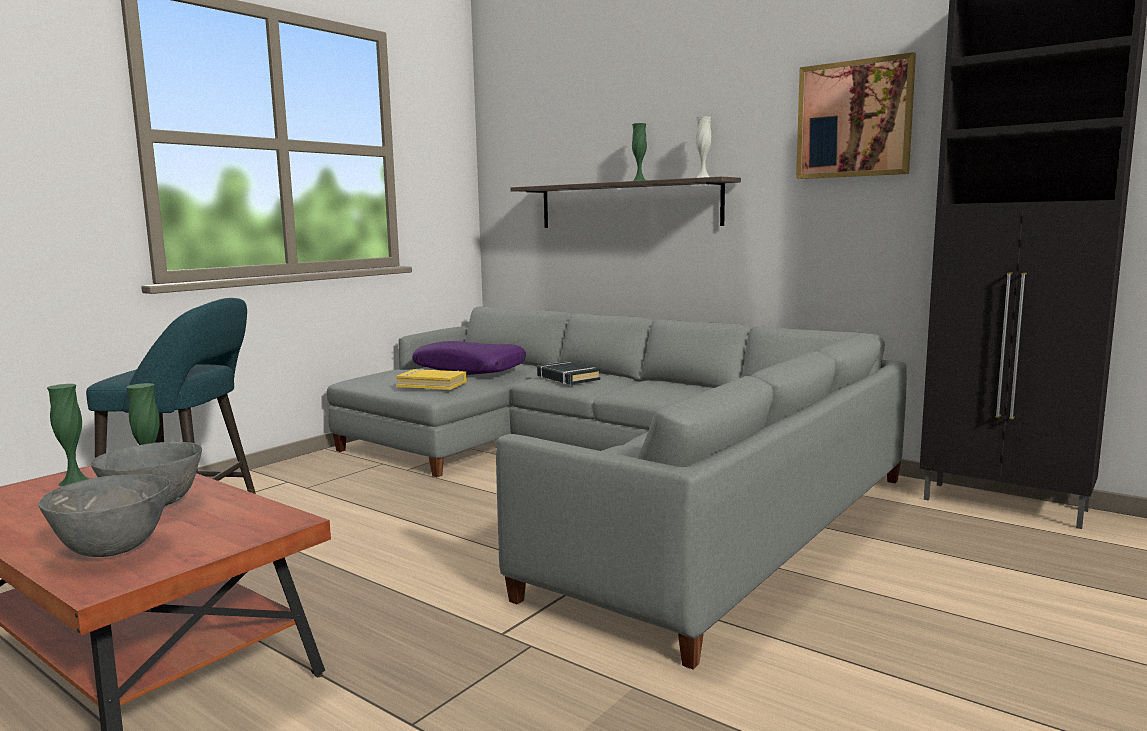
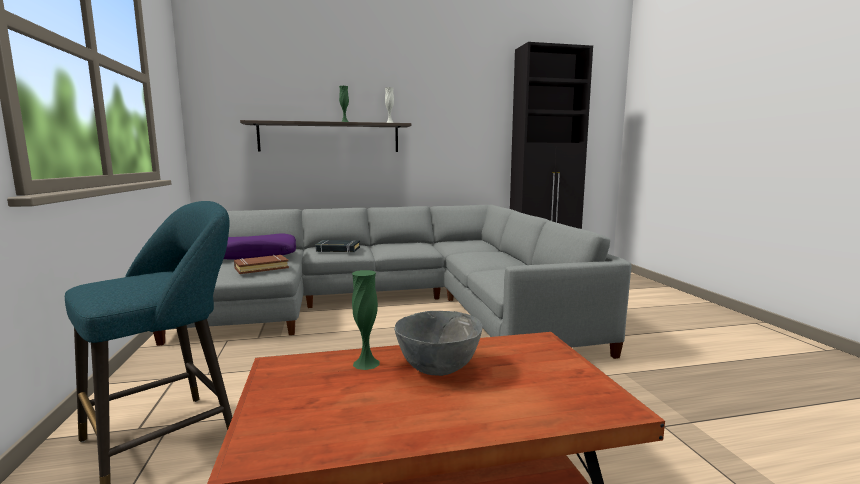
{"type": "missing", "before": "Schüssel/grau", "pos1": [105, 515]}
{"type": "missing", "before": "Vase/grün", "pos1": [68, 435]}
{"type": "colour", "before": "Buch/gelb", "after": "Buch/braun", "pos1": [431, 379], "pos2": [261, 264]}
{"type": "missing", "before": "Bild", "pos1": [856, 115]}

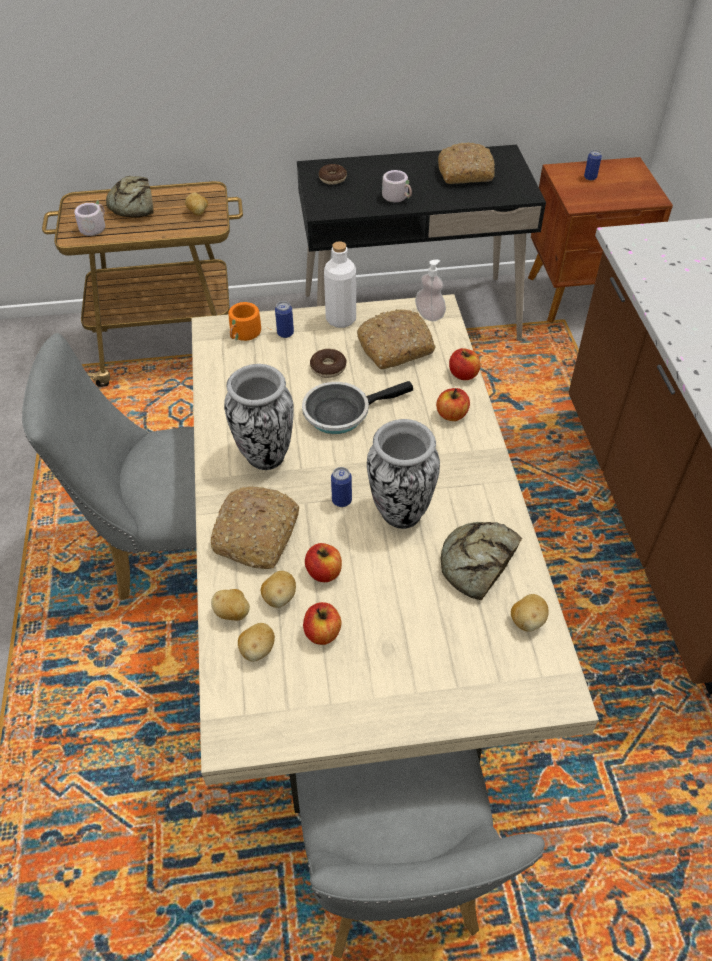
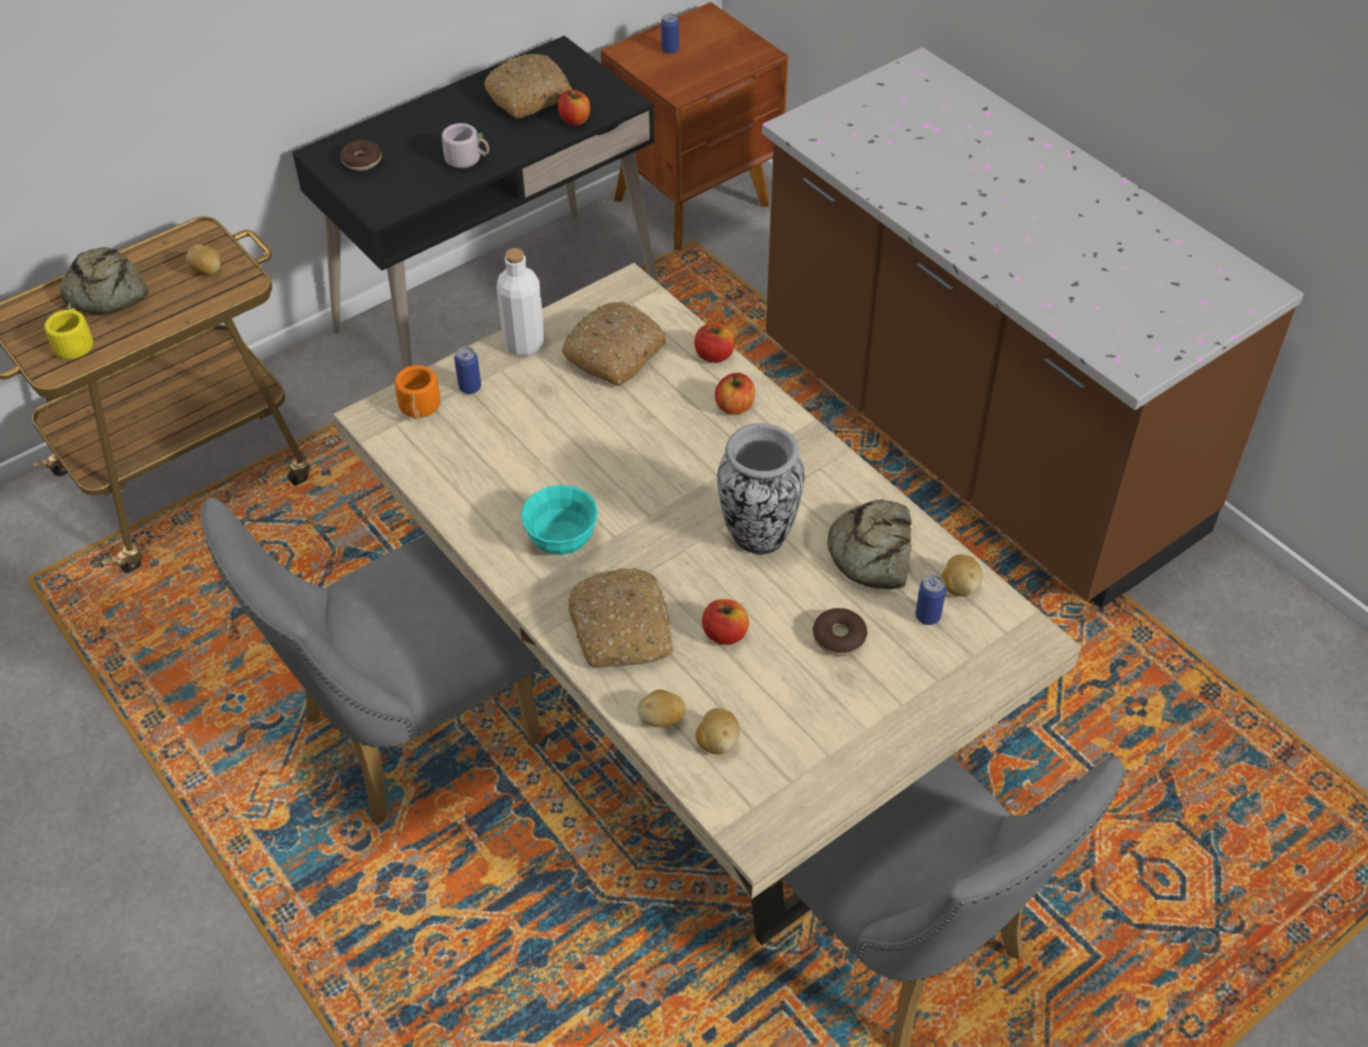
{"type": "colour", "before": "Henkelbecher/grau", "after": "Henkelbecher/gelb", "pos1": [89, 218], "pos2": [68, 333]}
{"type": "exchanged", "before": "Vase", "after": "Schüssel/türkis", "pos1": [259, 417], "pos2": [559, 520]}
{"type": "missing", "before": "Kartoffel", "pos1": [278, 589]}
{"type": "missing", "before": "Pfanne", "pos1": [357, 407]}
{"type": "relocated", "before": "Apfel", "pos1": [322, 623], "pos2": [574, 107]}
{"type": "relocated", "before": "Donut", "pos1": [328, 363], "pos2": [840, 632]}
{"type": "relocated", "before": "Dose", "pos1": [341, 487], "pos2": [930, 600]}
{"type": "missing", "before": "Seifenspender", "pos1": [430, 290]}

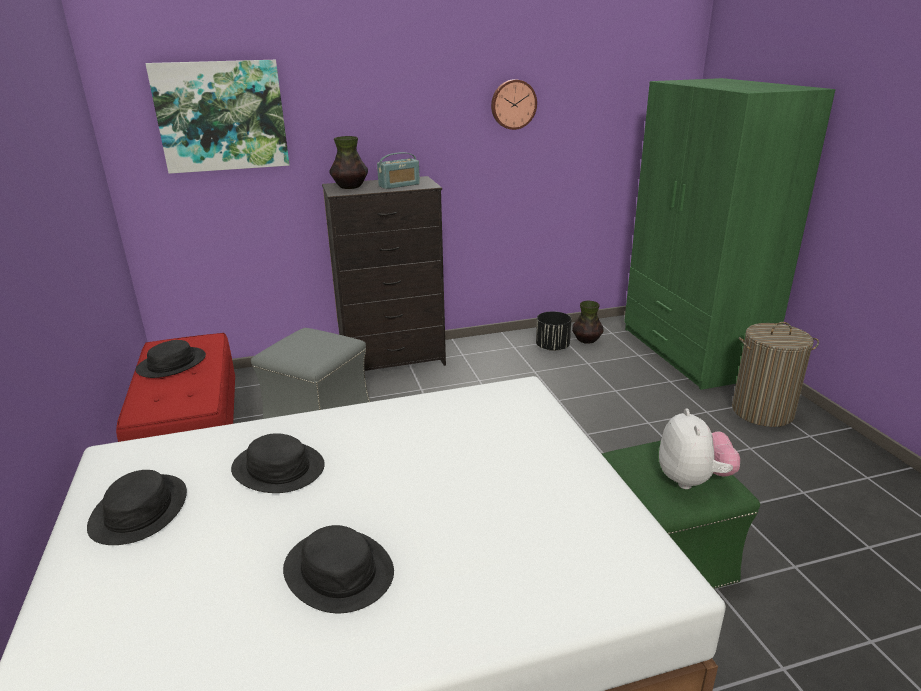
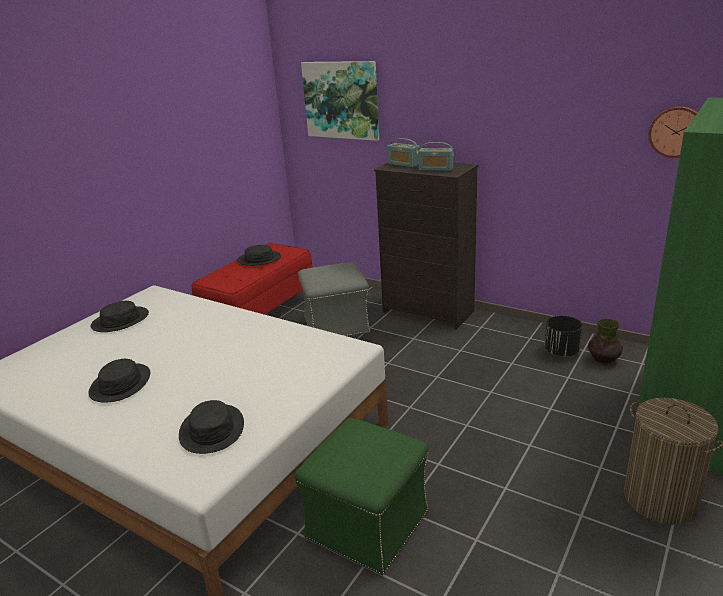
{"type": "relocated", "before": "Hut/schwarz", "pos1": [278, 463], "pos2": [211, 427]}
{"type": "exchanged", "before": "Vase", "after": "Radio", "pos1": [349, 162], "pos2": [403, 152]}
{"type": "relocated", "before": "Wanduhr", "pos1": [514, 104], "pos2": [673, 132]}
{"type": "missing", "before": "Plüschtier", "pos1": [699, 449]}

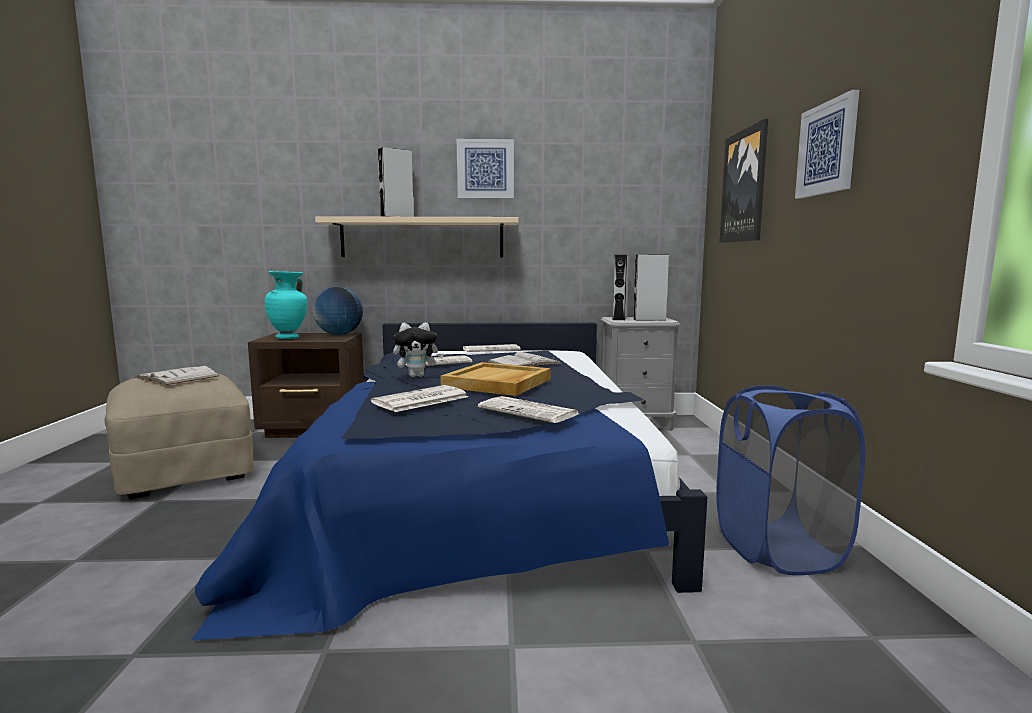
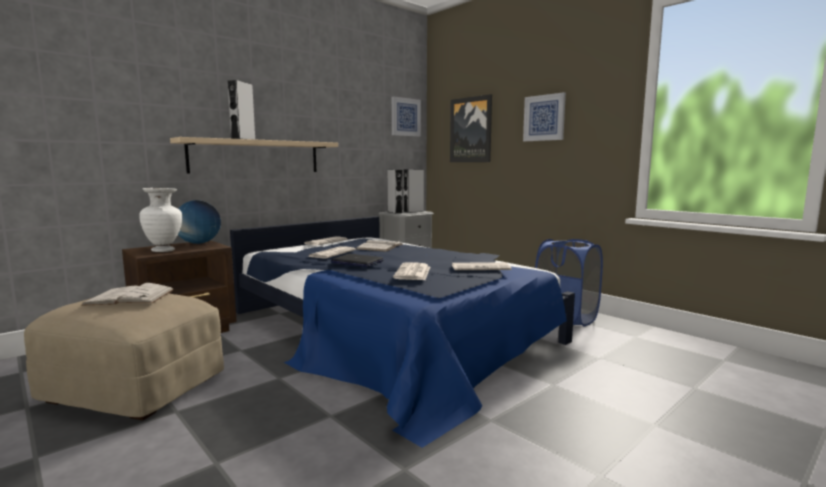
{"type": "colour", "before": "Vase/türkis", "after": "Vase/weiß", "pos1": [286, 305], "pos2": [160, 220]}
{"type": "exchanged", "before": "Plüschtier", "after": "Laptop", "pos1": [418, 349], "pos2": [357, 260]}
{"type": "missing", "before": "Tablett/beige", "pos1": [495, 379]}
{"type": "relocated", "before": "Bild", "pos1": [485, 169], "pos2": [406, 116]}

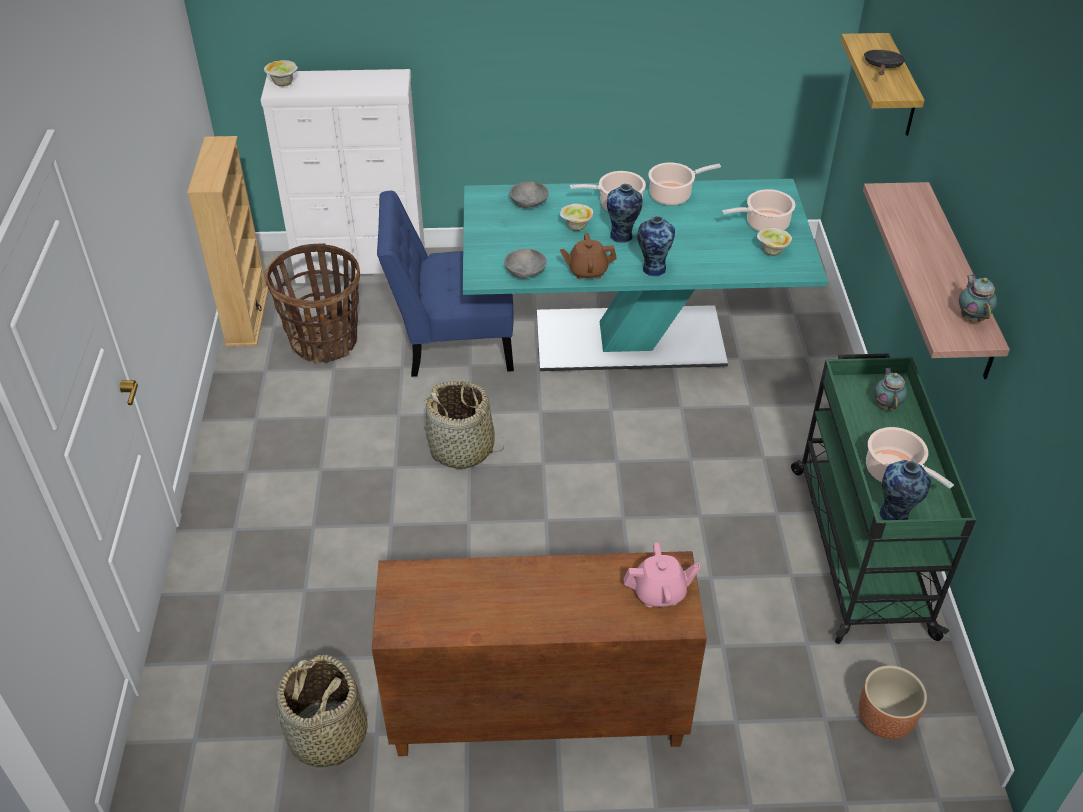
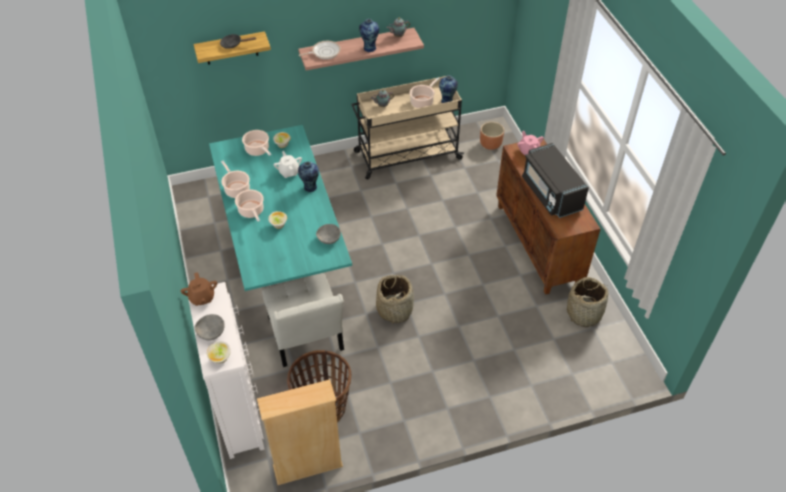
{"type": "colour", "before": "Stuhl/blau", "after": "Stuhl/weiß", "pos1": [445, 284], "pos2": [303, 320]}
{"type": "relocated", "before": "Schüssel/grau", "pos1": [529, 195], "pos2": [209, 327]}
{"type": "relocated", "before": "Teekanne/braun", "pos1": [588, 256], "pos2": [199, 289]}
{"type": "relocated", "before": "Vase", "pos1": [624, 213], "pos2": [369, 35]}
{"type": "colour", "before": "Rollwagen/grün", "after": "Rollwagen/beige", "pos1": [883, 499], "pos2": [407, 128]}
{"type": "appeared", "after": "Teekanne/weiß", "pos2": [288, 164]}
{"type": "appeared", "after": "Pfanne", "pos2": [320, 50]}
{"type": "appeared", "after": "Mikrowelle/schwarz", "pos2": [555, 180]}

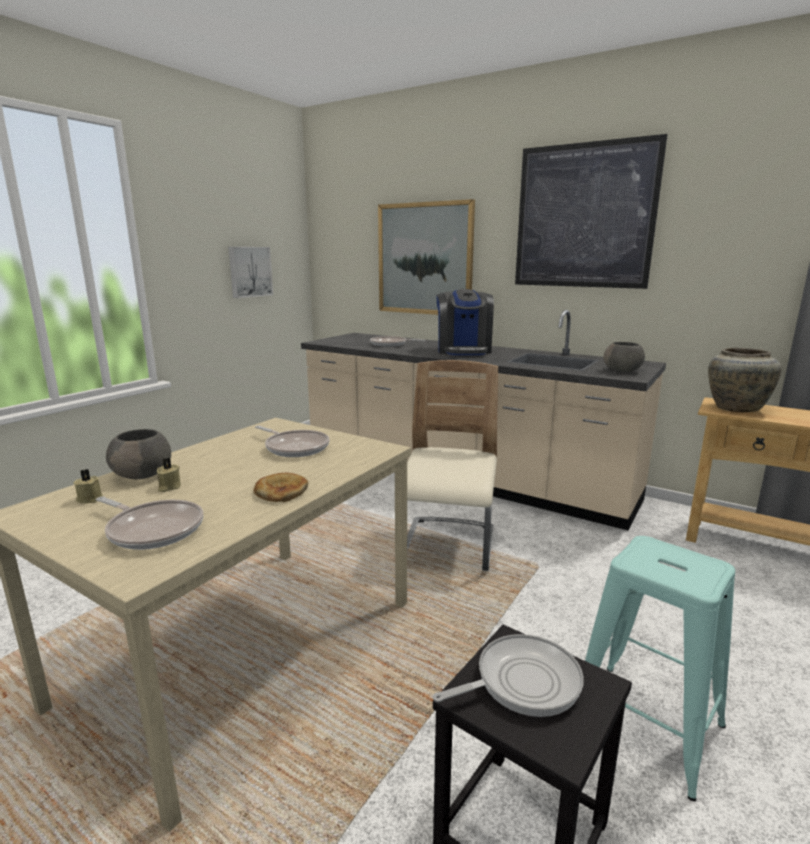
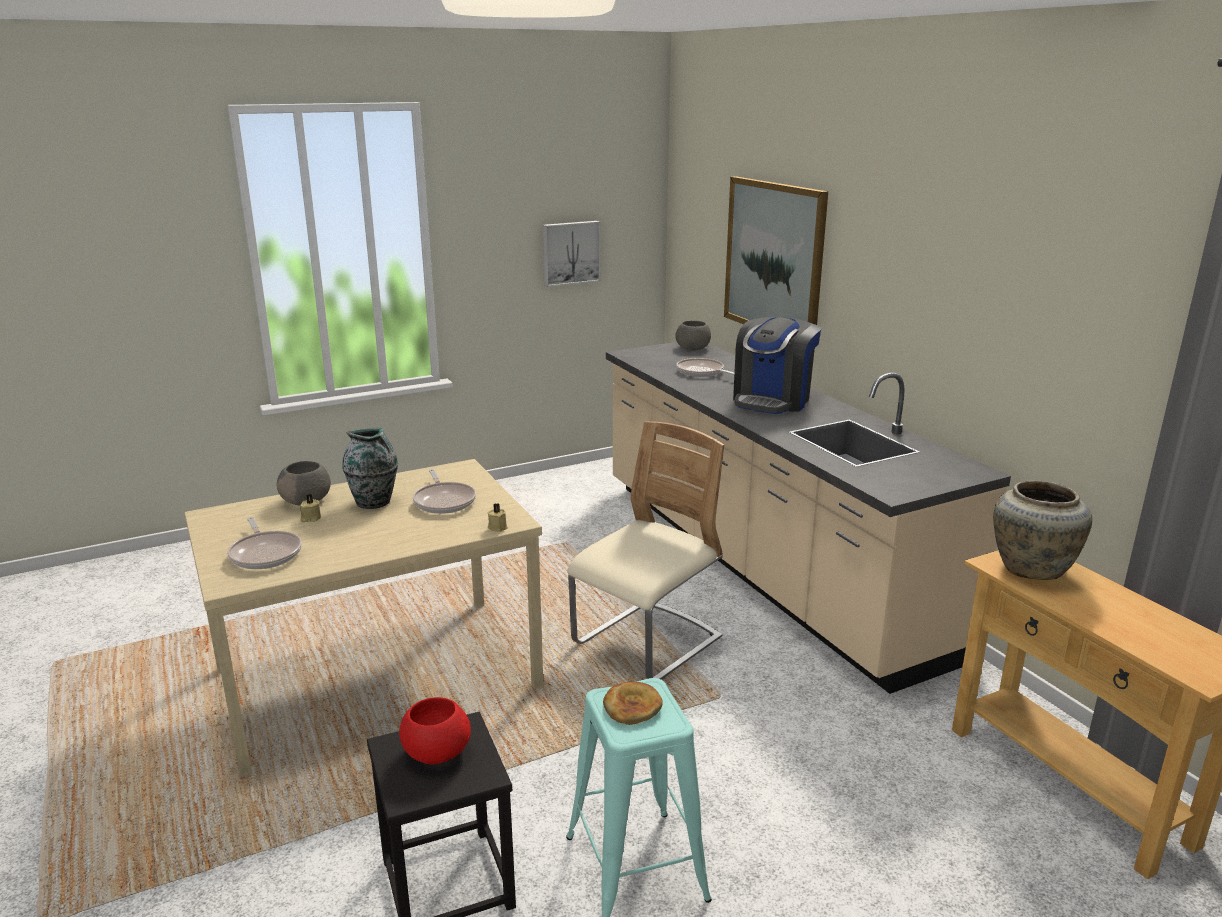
{"type": "relocated", "before": "Kerze/beige", "pos1": [88, 486], "pos2": [497, 517]}
{"type": "relocated", "before": "Brot", "pos1": [281, 487], "pos2": [633, 703]}
{"type": "exchanged", "before": "Pfanne", "after": "Schüssel/rot", "pos1": [508, 675], "pos2": [435, 730]}
{"type": "missing", "before": "Bild", "pos1": [591, 211]}
{"type": "relocated", "before": "Schüssel/grau", "pos1": [624, 357], "pos2": [693, 335]}
{"type": "appeared", "after": "Vase", "pos2": [370, 468]}

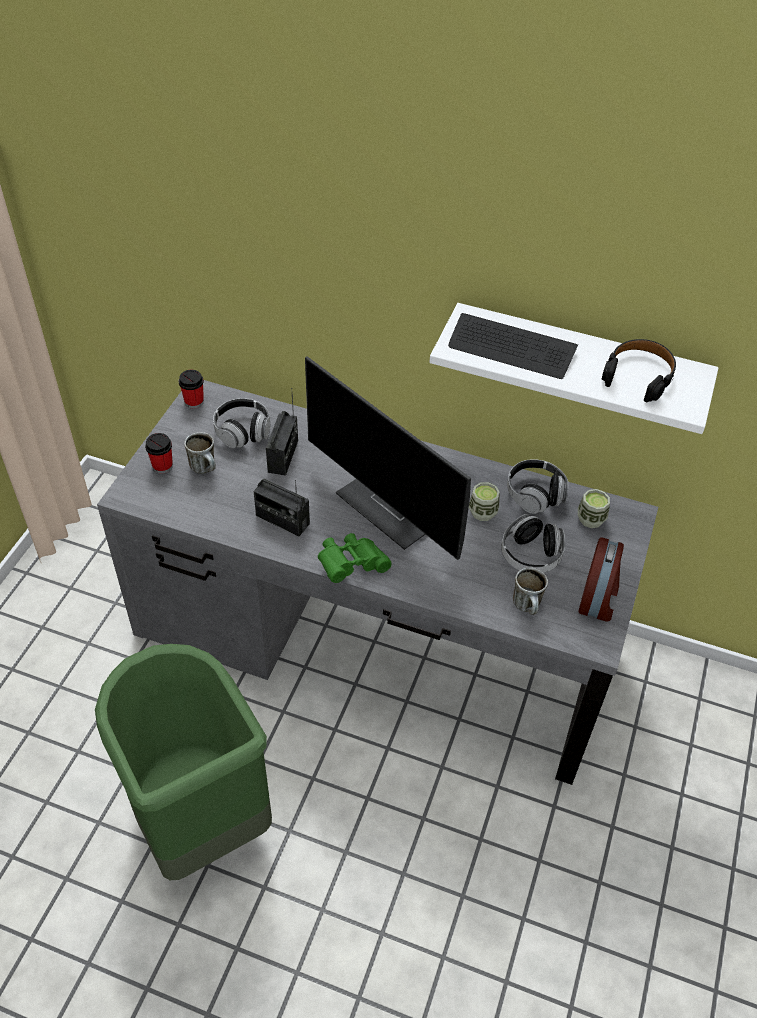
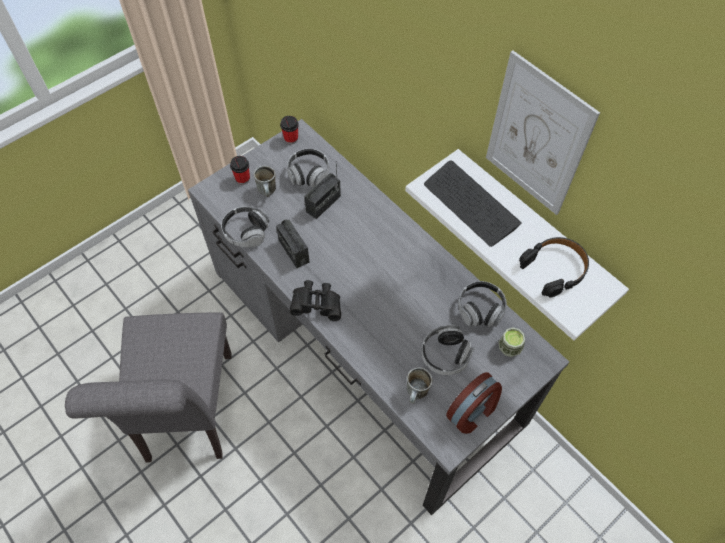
{"type": "exchanged", "before": "Mülleimer/grün", "after": "Stuhl/grau", "pos1": [183, 762], "pos2": [148, 388]}
{"type": "missing", "before": "Monitor", "pos1": [388, 458]}
{"type": "colour", "before": "Fernglas/grün", "after": "Fernglas/schwarz", "pos1": [354, 558], "pos2": [315, 300]}
{"type": "missing", "before": "Tasse", "pos1": [484, 501]}
{"type": "appeared", "after": "Kopfhörer", "pos2": [245, 226]}
{"type": "appeared", "after": "Bild", "pos2": [543, 132]}

